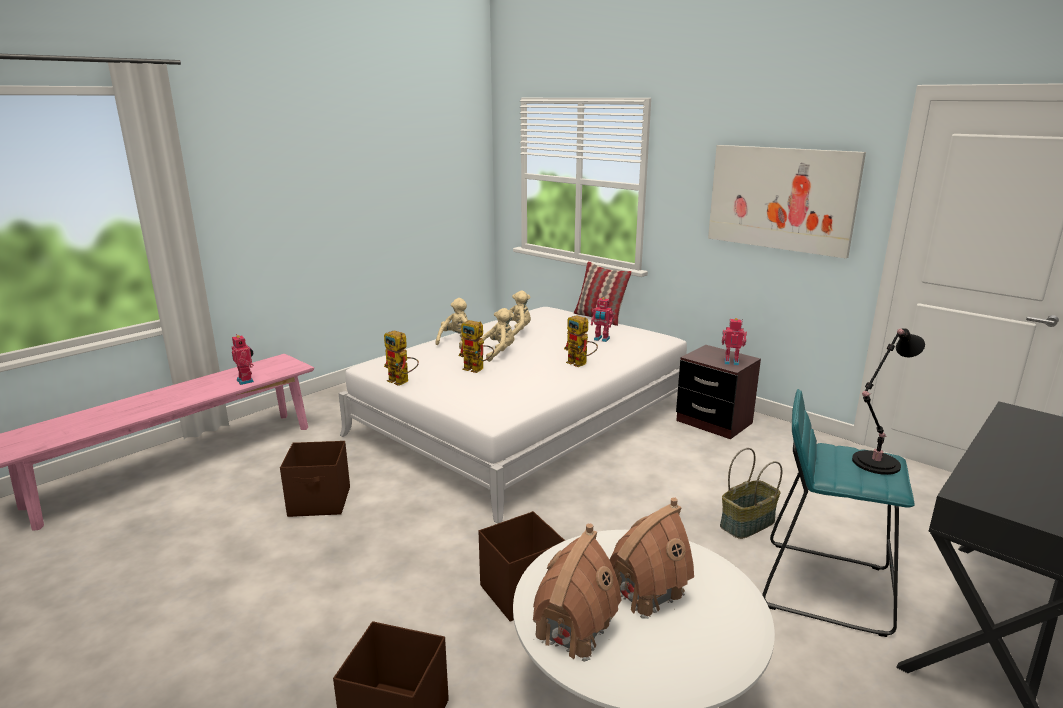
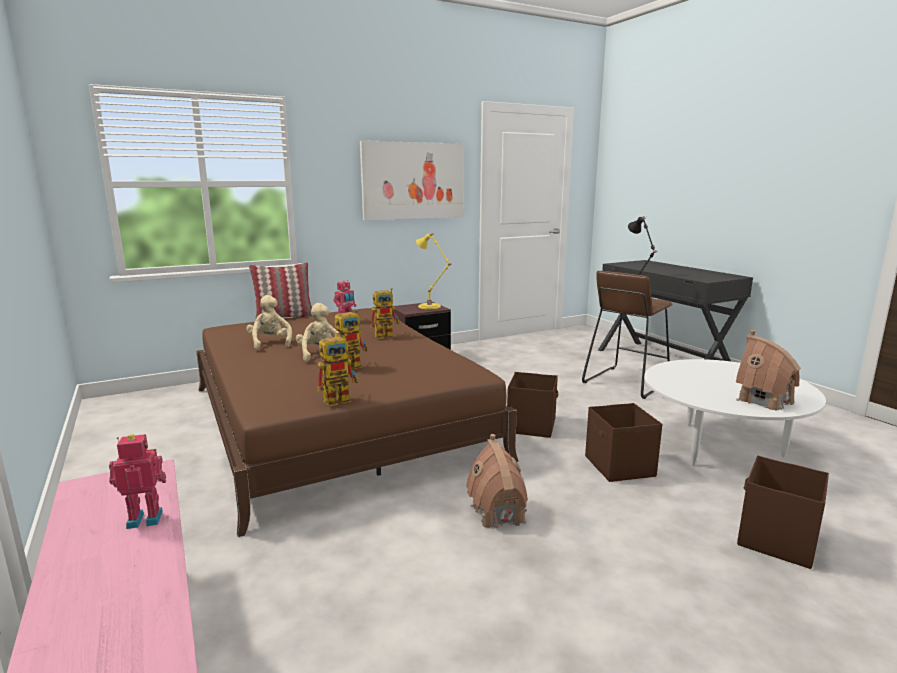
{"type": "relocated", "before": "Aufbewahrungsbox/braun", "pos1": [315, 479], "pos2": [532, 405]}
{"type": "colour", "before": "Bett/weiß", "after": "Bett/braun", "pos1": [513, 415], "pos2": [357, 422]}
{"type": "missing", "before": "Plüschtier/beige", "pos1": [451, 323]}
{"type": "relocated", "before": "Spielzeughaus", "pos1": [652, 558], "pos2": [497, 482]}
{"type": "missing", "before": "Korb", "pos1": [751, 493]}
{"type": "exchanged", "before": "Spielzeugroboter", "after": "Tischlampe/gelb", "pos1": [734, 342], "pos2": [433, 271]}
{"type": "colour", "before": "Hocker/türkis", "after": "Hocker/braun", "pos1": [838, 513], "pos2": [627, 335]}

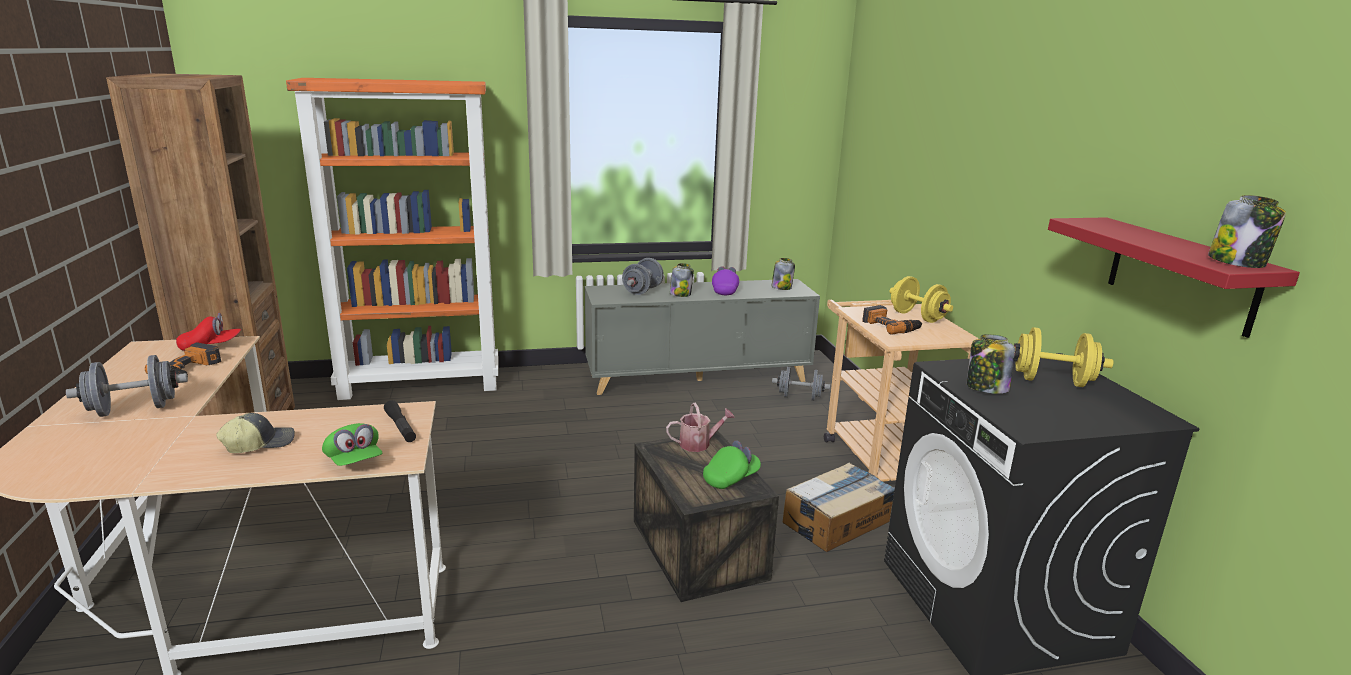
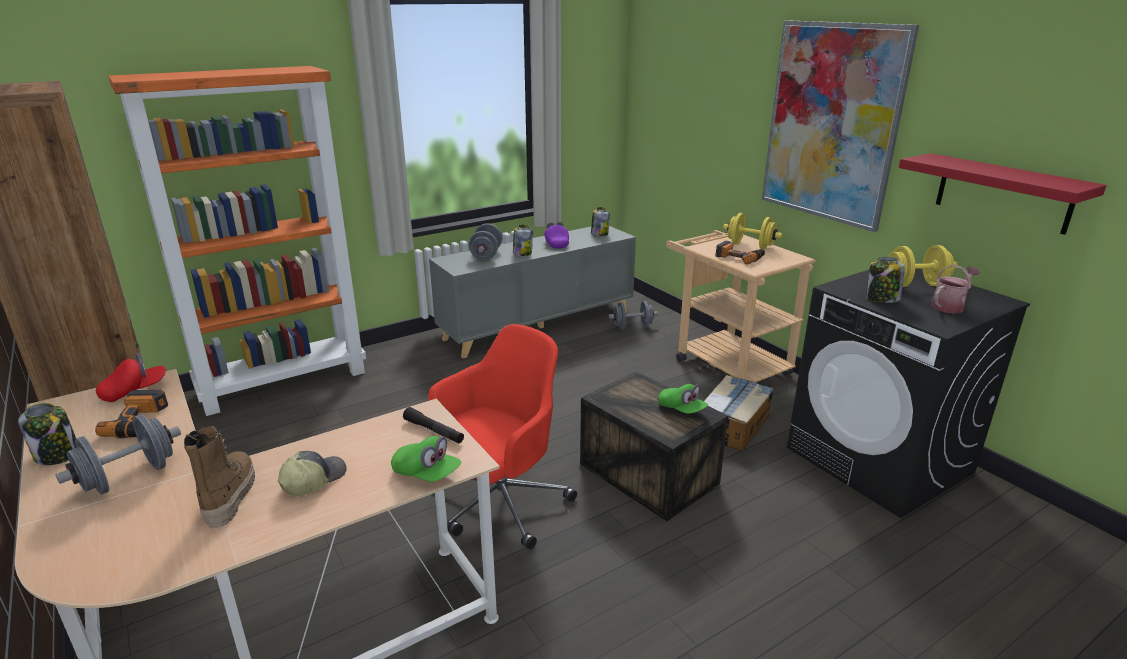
{"type": "relocated", "before": "Gießkanne", "pos1": [700, 427], "pos2": [955, 289]}
{"type": "spun", "before": "Kappe/grün", "pos1": [732, 464], "pos2": [683, 399], "turn": 105}
{"type": "relocated", "before": "Vorratsglas", "pos1": [1247, 231], "pos2": [47, 434]}
{"type": "appeared", "after": "Stiefel", "pos2": [219, 477]}
{"type": "appeared", "after": "Bürostuhl/rot", "pos2": [502, 436]}
{"type": "appeared", "after": "Bild", "pos2": [840, 126]}

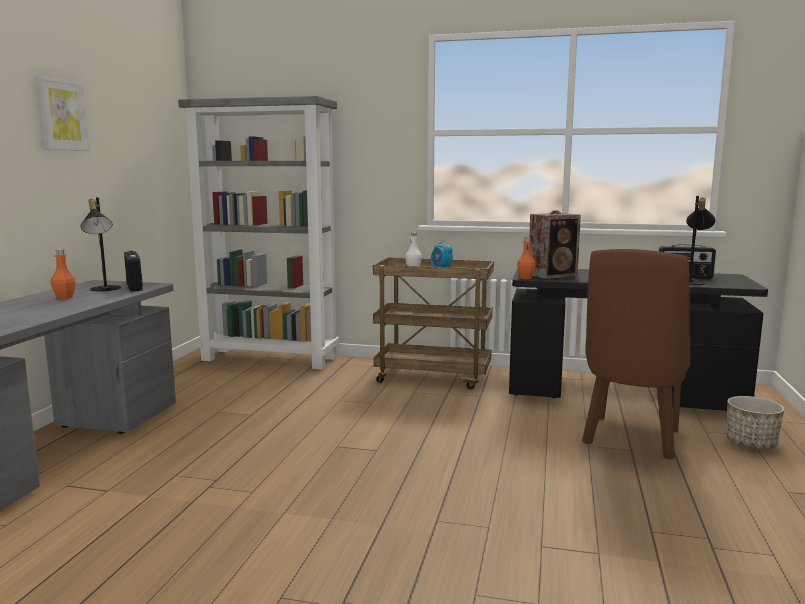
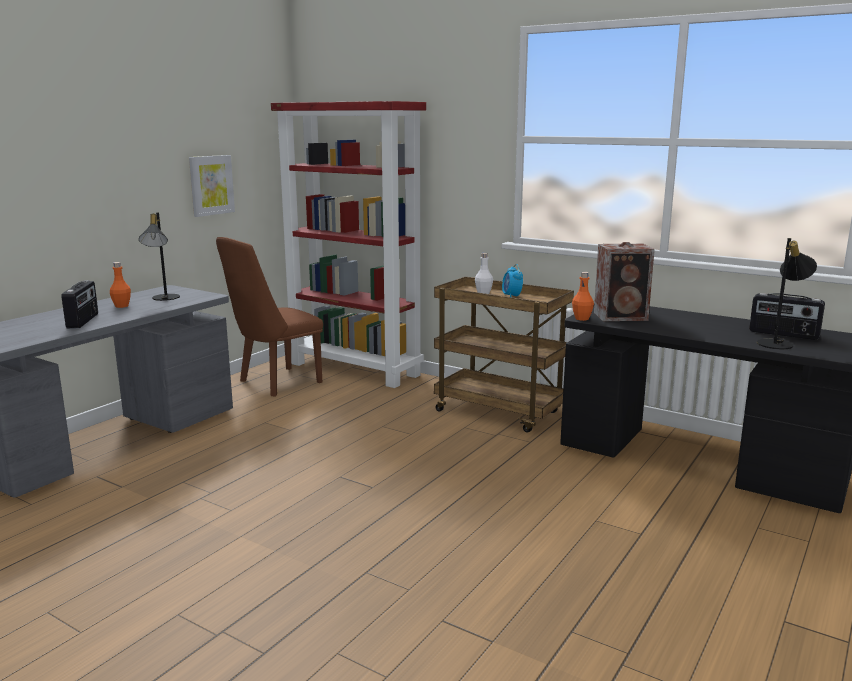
{"type": "relocated", "before": "Bild", "pos1": [62, 113], "pos2": [212, 186]}
{"type": "relocated", "before": "Radio", "pos1": [133, 271], "pos2": [79, 304]}
{"type": "colour", "before": "Bücherregal/grau", "after": "Bücherregal/rot", "pos1": [258, 233], "pos2": [348, 244]}
{"type": "relocated", "before": "Stuhl/braun", "pos1": [636, 354], "pos2": [269, 316]}
{"type": "missing", "before": "Pflanzkübel", "pos1": [755, 423]}

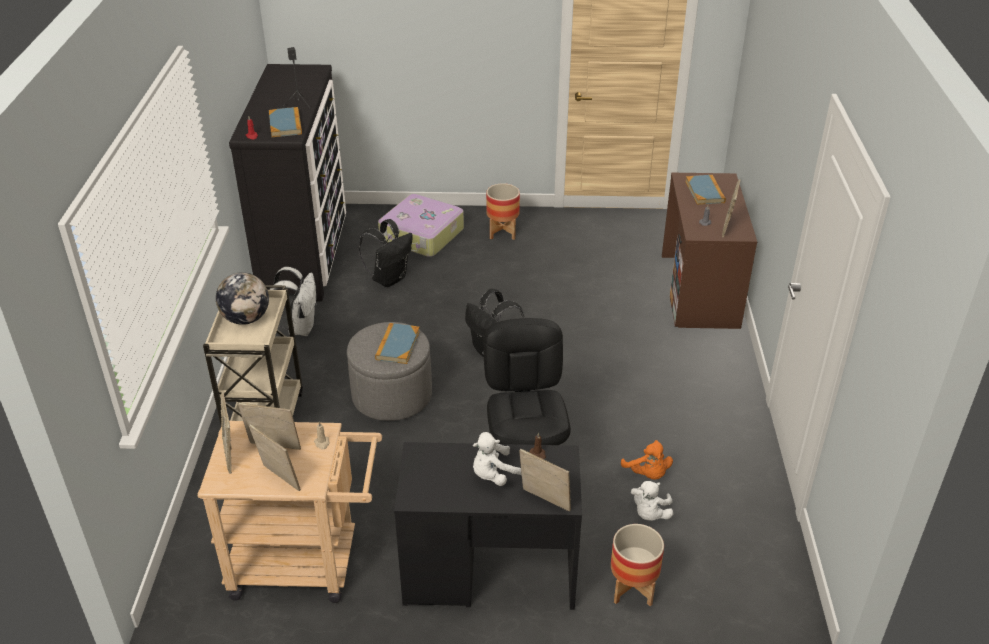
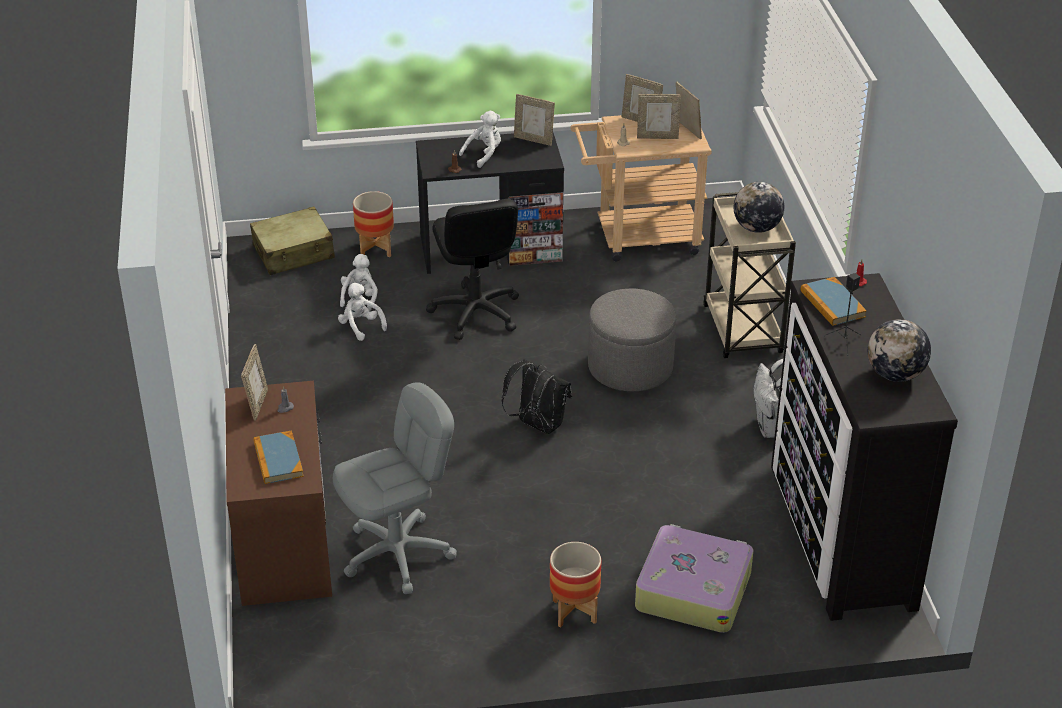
{"type": "missing", "before": "Rucksack/schwarz", "pos1": [386, 253]}
{"type": "missing", "before": "Buch", "pos1": [397, 343]}
{"type": "relocated", "before": "Bilderrahmen", "pos1": [545, 480], "pos2": [534, 120]}
{"type": "colour", "before": "Plüschtier/orange", "after": "Plüschtier/weiß", "pos1": [647, 460], "pos2": [362, 312]}
{"type": "appeared", "after": "Koffer/beige", "pos2": [292, 241]}
{"type": "appeared", "after": "Bürostuhl/grau", "pos2": [395, 488]}
{"type": "appeared", "after": "Globus", "pos2": [899, 350]}

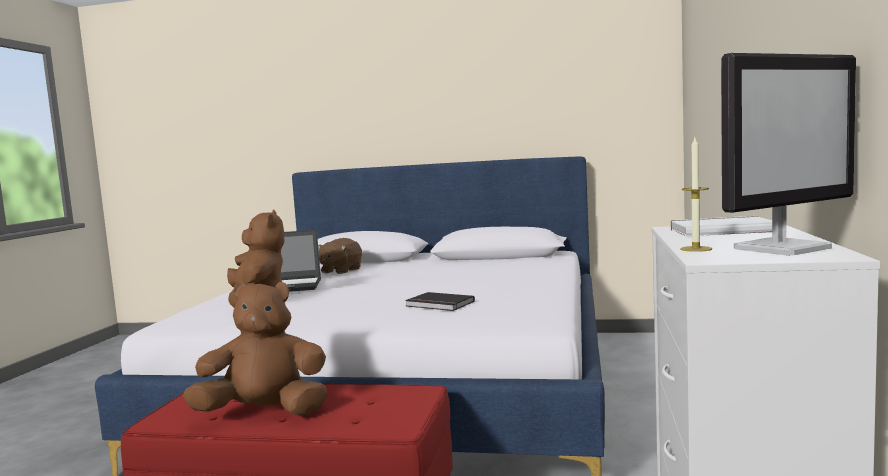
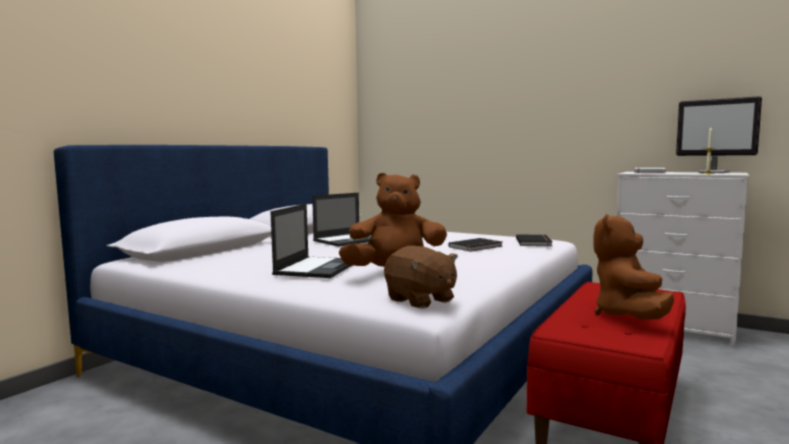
{"type": "relocated", "before": "Plüschtier/braun", "pos1": [340, 256], "pos2": [421, 277]}
{"type": "spun", "before": "Monitor", "pos1": [788, 154], "pos2": [719, 134], "turn": 135}
{"type": "appeared", "after": "Laptop", "pos2": [342, 220]}
{"type": "appeared", "after": "Buch/schwarz", "pos2": [534, 240]}

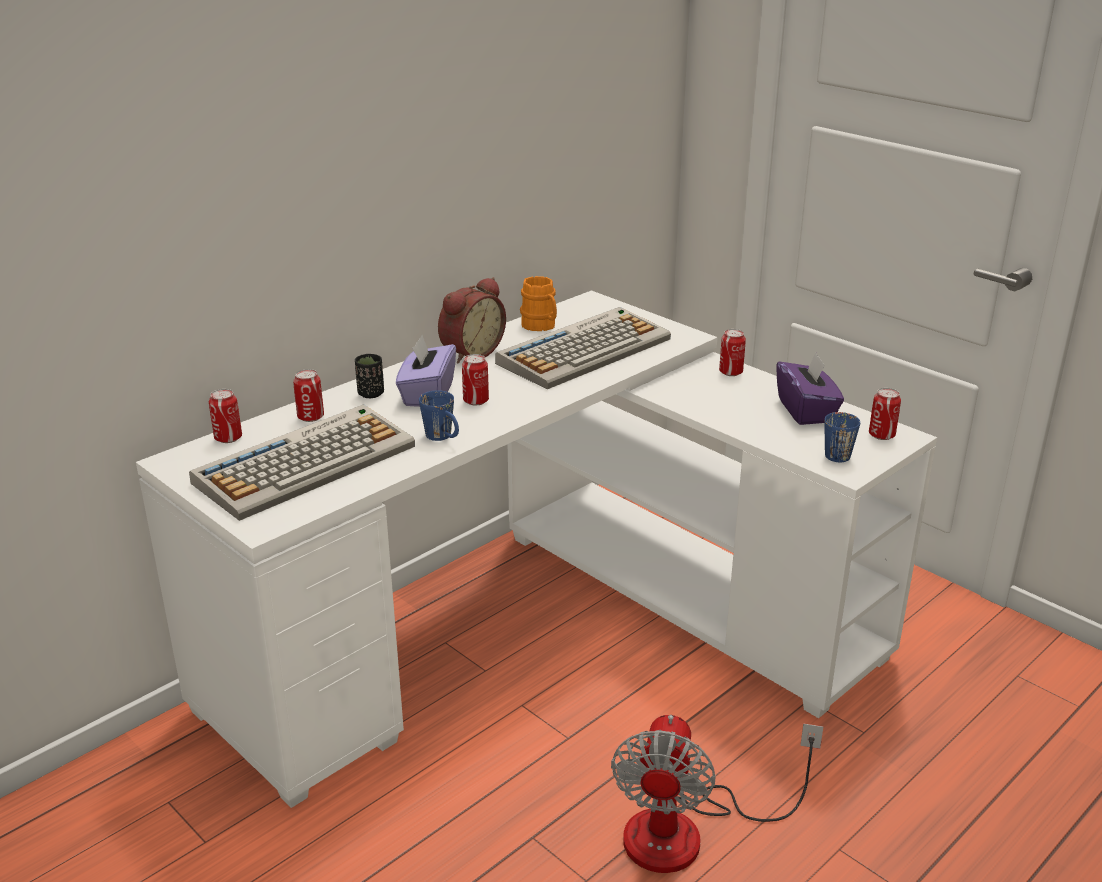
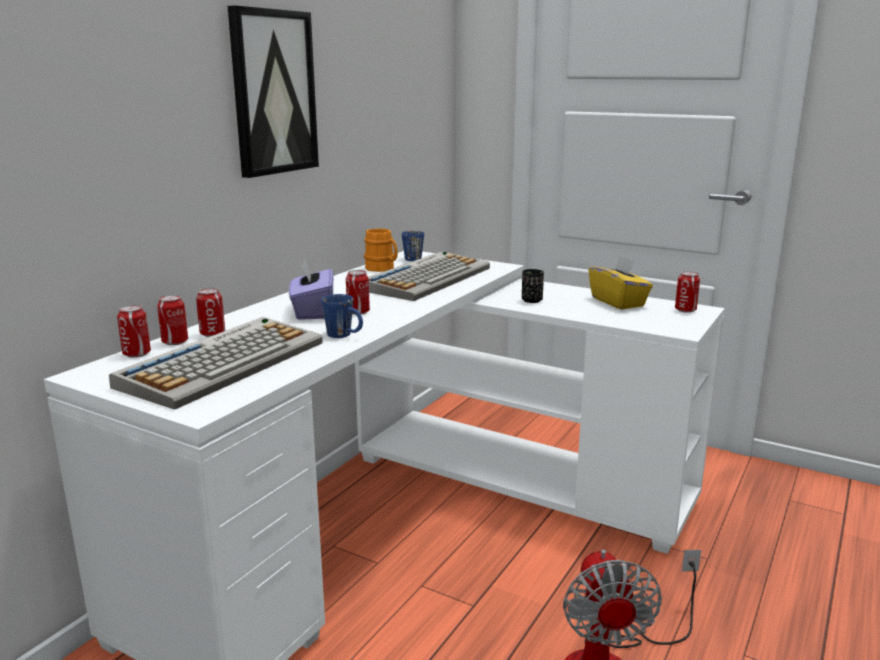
{"type": "relocated", "before": "Tasse/schwarz", "pos1": [369, 376], "pos2": [533, 286]}
{"type": "missing", "before": "Wecker", "pos1": [472, 320]}
{"type": "relocated", "before": "Dose", "pos1": [732, 352], "pos2": [172, 320]}
{"type": "colour", "before": "Taschentuchbox/lila", "after": "Taschentuchbox/gelb", "pos1": [810, 389], "pos2": [621, 282]}
{"type": "relocated", "before": "Henkelbecher/blau", "pos1": [842, 437], "pos2": [413, 246]}
{"type": "appeared", "after": "Bild", "pos2": [273, 91]}

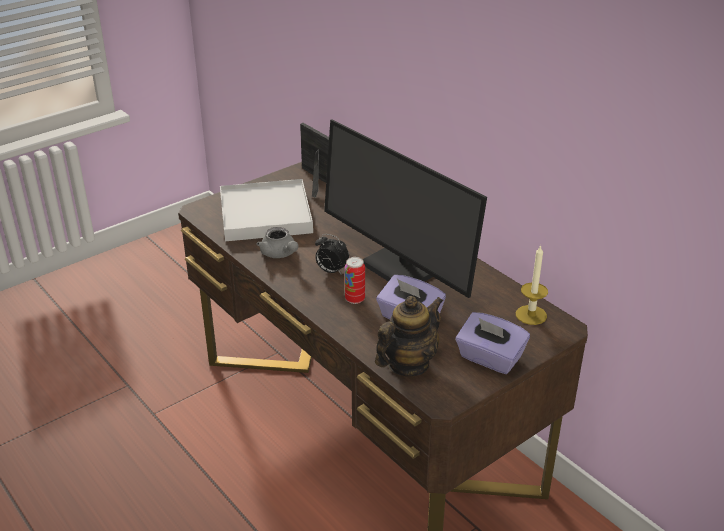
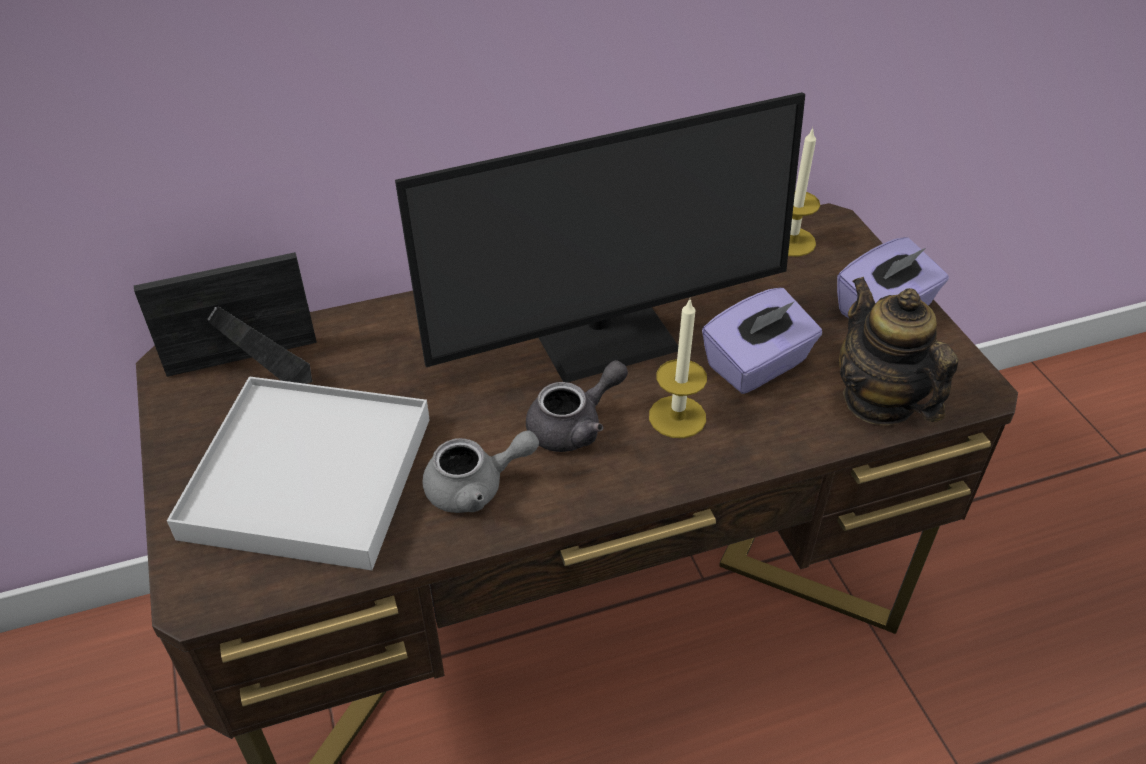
{"type": "exchanged", "before": "Wecker", "after": "Teekanne/grau", "pos1": [332, 254], "pos2": [577, 406]}
{"type": "exchanged", "before": "Dose", "after": "Kerze", "pos1": [355, 280], "pos2": [678, 367]}

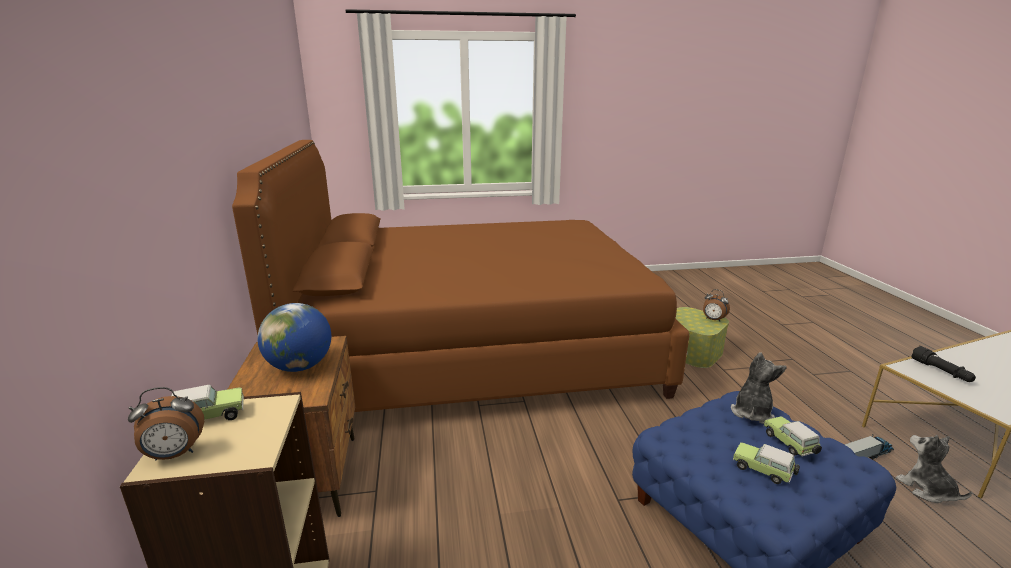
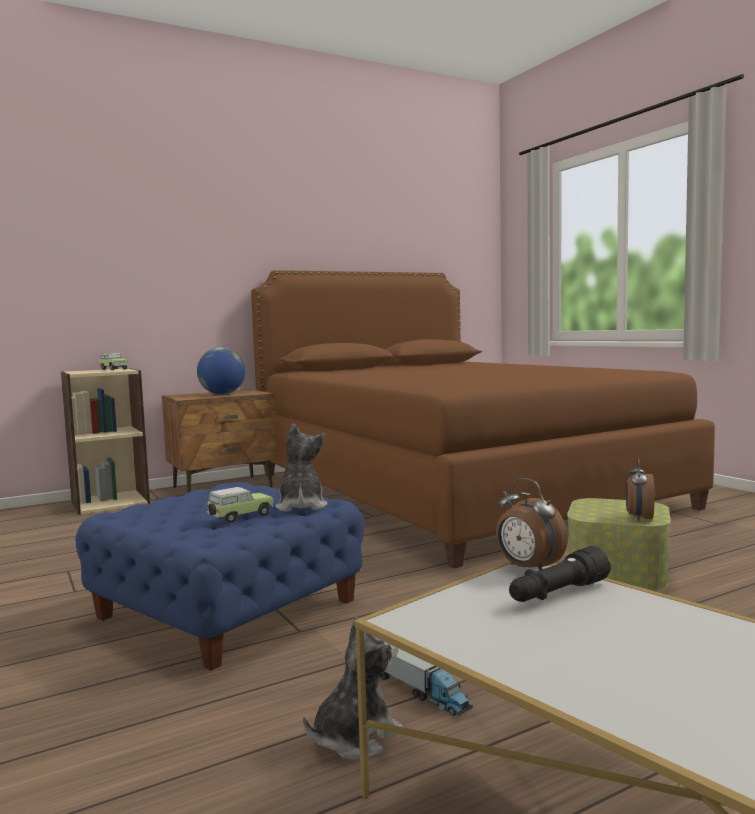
{"type": "relocated", "before": "Wecker", "pos1": [166, 423], "pos2": [532, 524]}
{"type": "spun", "before": "Plüschtier", "pos1": [759, 388], "pos2": [301, 468], "turn": -105}
{"type": "missing", "before": "Spielzeugauto", "pos1": [766, 463]}

